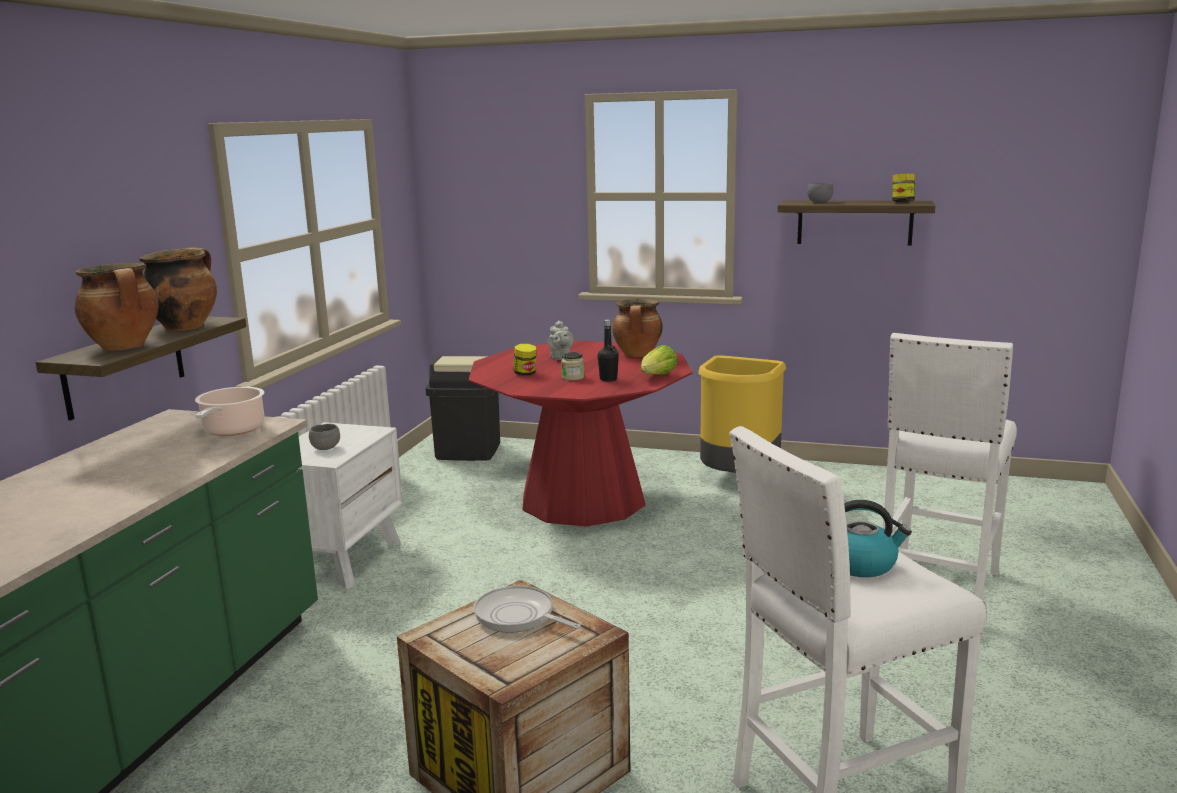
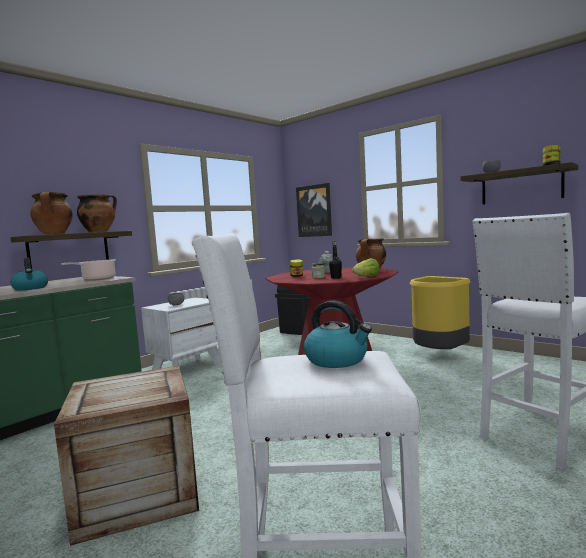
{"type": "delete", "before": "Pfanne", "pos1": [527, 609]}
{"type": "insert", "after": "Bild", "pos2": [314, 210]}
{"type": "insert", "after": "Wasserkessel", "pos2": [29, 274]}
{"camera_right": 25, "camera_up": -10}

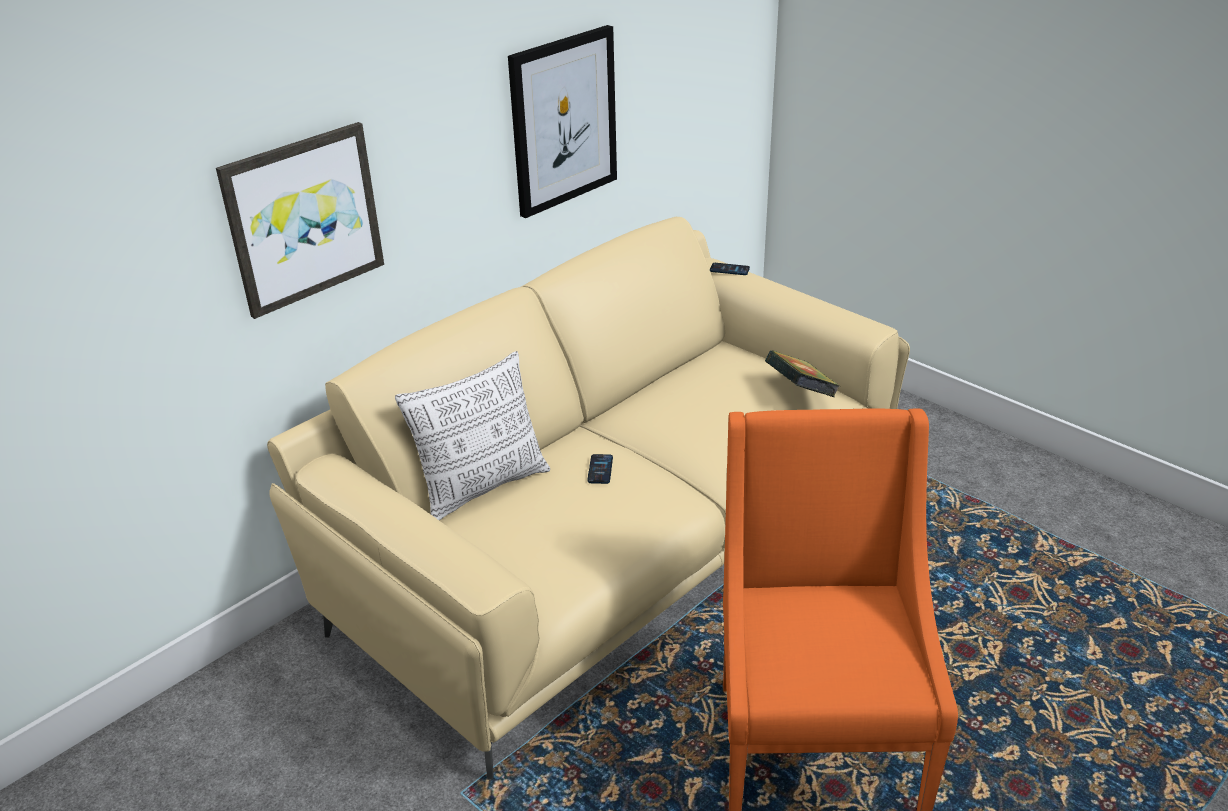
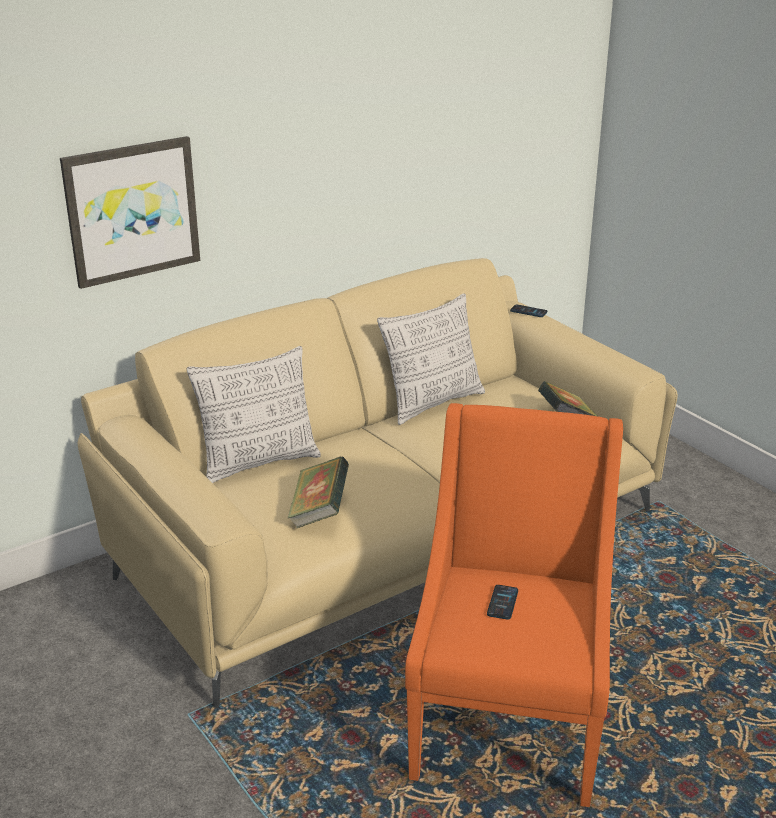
{"type": "delete", "before": "Bild", "pos1": [562, 121]}
{"type": "move", "before": "Handy", "pos1": [600, 469], "pos2": [502, 602]}
{"type": "insert", "after": "Kissen", "pos2": [431, 359]}
{"type": "insert", "after": "Buch", "pos2": [318, 492]}
{"camera_right": 10, "camera_up": -5}

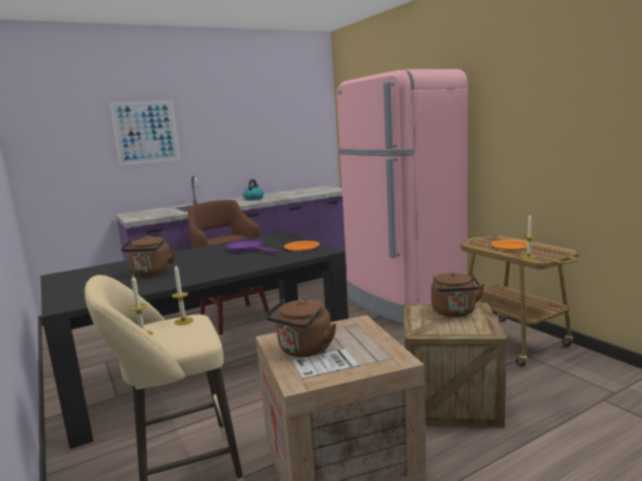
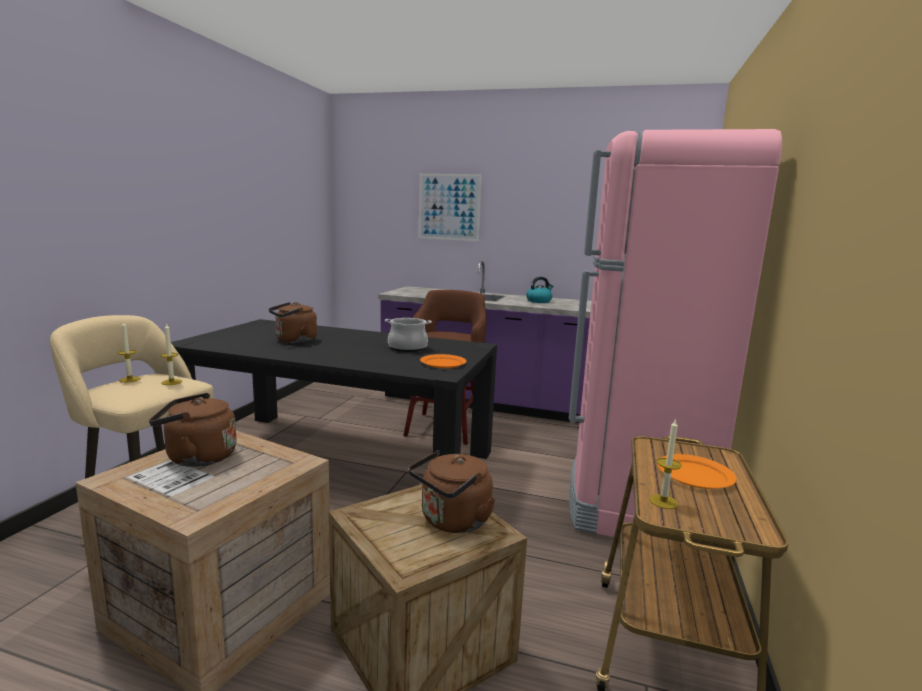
{"type": "replace", "before": "Pfanne (lila)", "after": "Kochtopf", "pos1": [252, 246], "pos2": [408, 335]}
{"camera_right": 45, "camera_up": 0}

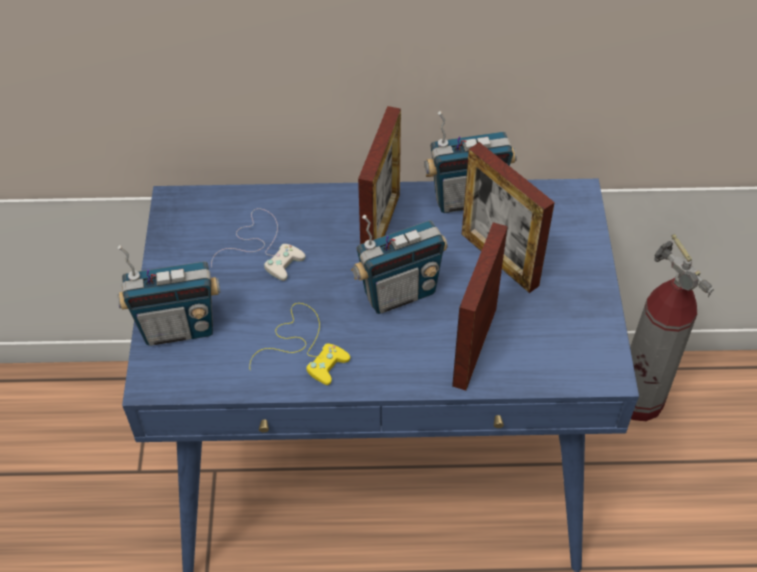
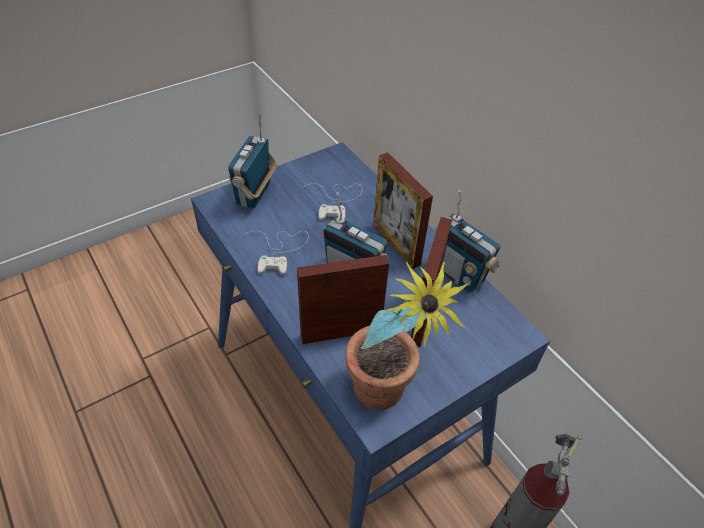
{"type": "rotate", "before": "Bilderrahmen", "pos1": [379, 175], "pos2": [403, 210], "turn": 75}
{"type": "rotate", "before": "Radio", "pos1": [168, 295], "pos2": [252, 161], "turn": 60}
{"type": "recolor", "before": "Gamepad (gelb)", "after": "Gamepad (weiß)", "pos1": [299, 344], "pos2": [277, 253]}
{"type": "insert", "after": "Topfpflanze", "pos2": [407, 336]}
{"camera_right": 55, "camera_up": -5}

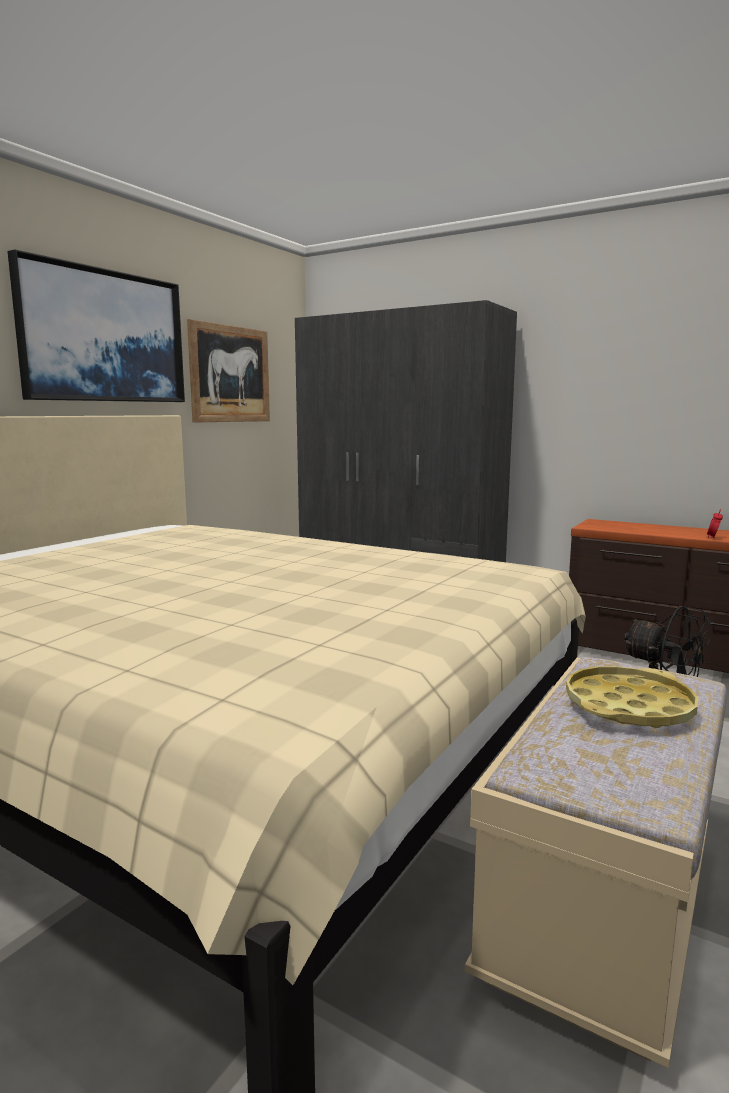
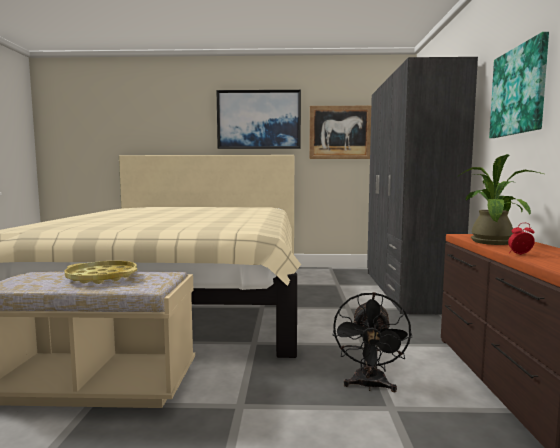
{"type": "insert", "after": "Bild", "pos2": [519, 85]}
{"type": "insert", "after": "Topfpflanze", "pos2": [500, 199]}
{"camera_right": 60, "camera_up": -5}

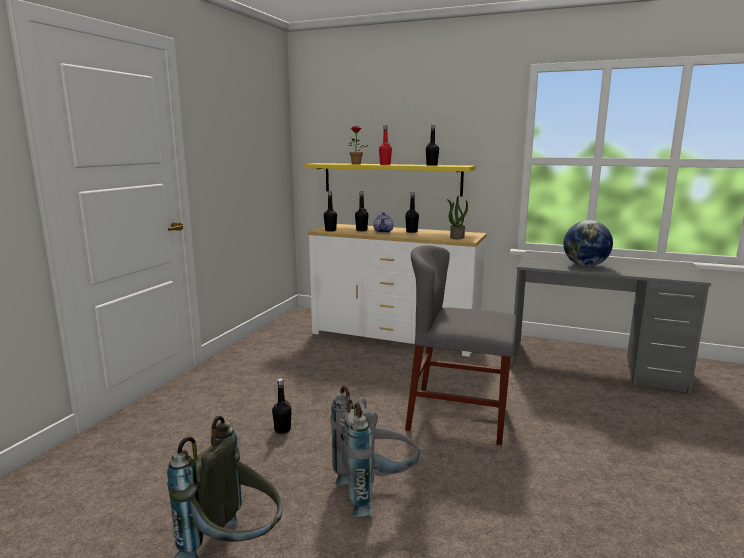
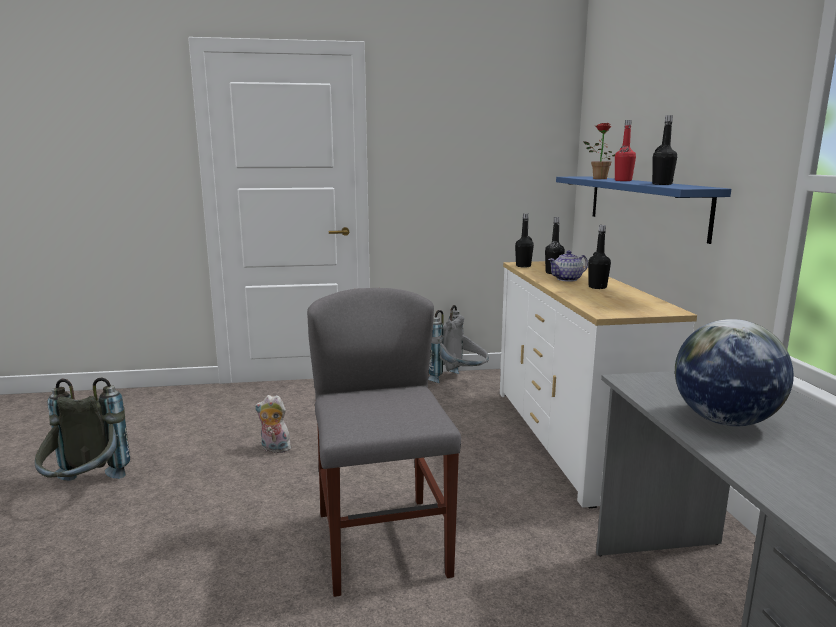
{"type": "recolor", "before": "Wandregal (gelb)", "after": "Wandregal (blau)", "pos1": [390, 180], "pos2": [643, 210]}
{"type": "delete", "before": "Topfpflanze", "pos1": [457, 217]}
{"type": "replace", "before": "Flasche (schwarz)", "after": "Plüschtier", "pos1": [282, 406], "pos2": [273, 424]}
{"type": "move", "before": "Rucksack (grau)", "pos1": [375, 451], "pos2": [458, 344]}
{"camera_right": 60, "camera_up": 0}

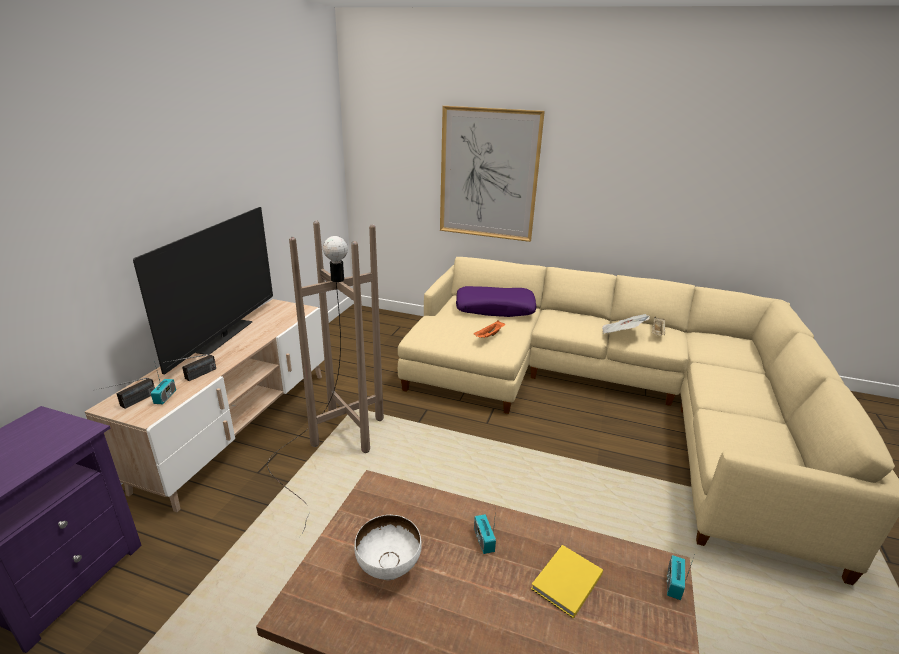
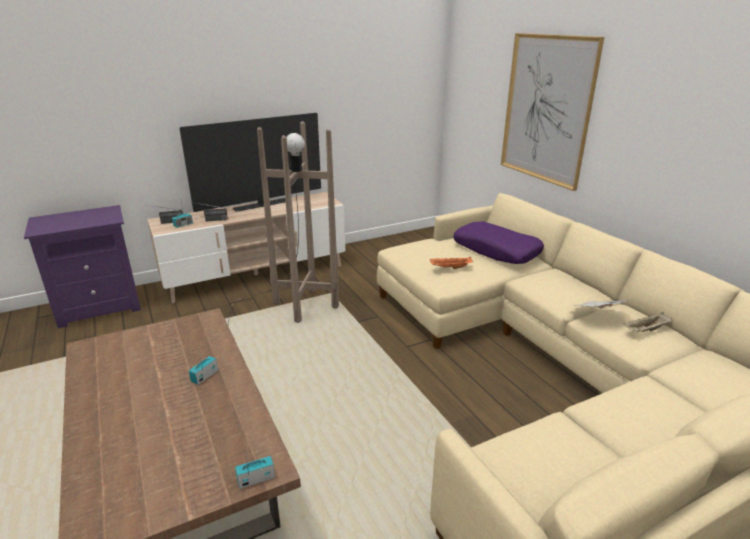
{"type": "delete", "before": "Schüssel (weiß)", "pos1": [388, 547]}
{"type": "delete", "before": "Buch (gelb)", "pos1": [567, 582]}
{"camera_right": 45, "camera_up": 0}

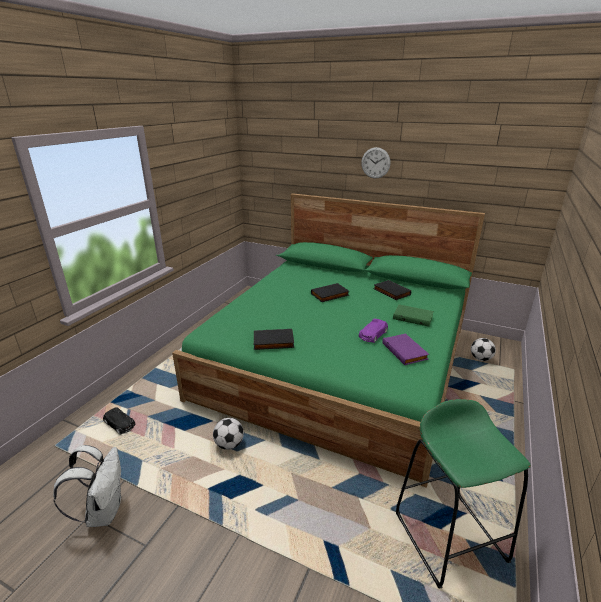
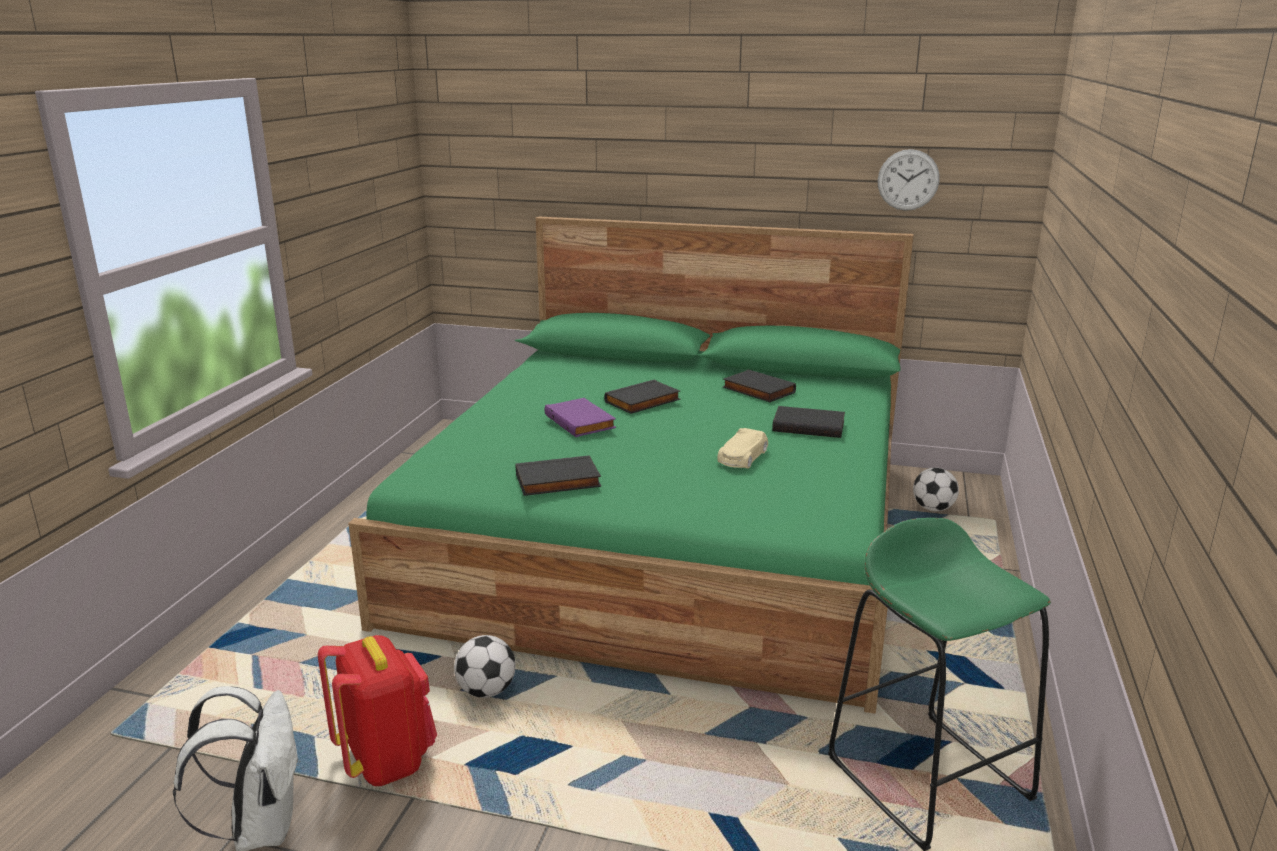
{"type": "move", "before": "Wanduhr", "pos1": [376, 162], "pos2": [909, 180]}
{"type": "recolor", "before": "Buch (grün)", "after": "Buch (schwarz)", "pos1": [413, 315], "pos2": [808, 422]}
{"type": "recolor", "before": "Spielzeugauto (lila)", "after": "Spielzeugauto (beige)", "pos1": [373, 331], "pos2": [742, 448]}
{"type": "move", "before": "Buch (lila)", "pos1": [405, 349], "pos2": [580, 417]}
{"type": "delete", "before": "Spielzeugauto (schwarz)", "pos1": [119, 420]}
{"type": "insert", "after": "Rucksack (rot)", "pos2": [377, 710]}
{"camera_right": -10, "camera_up": -5}

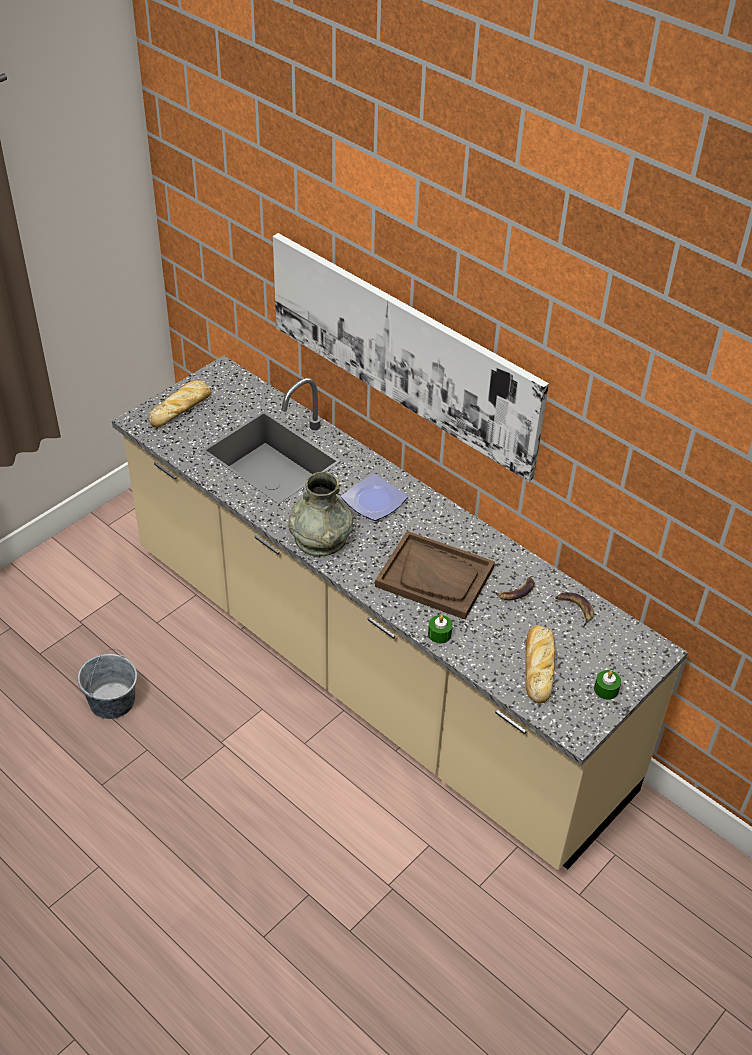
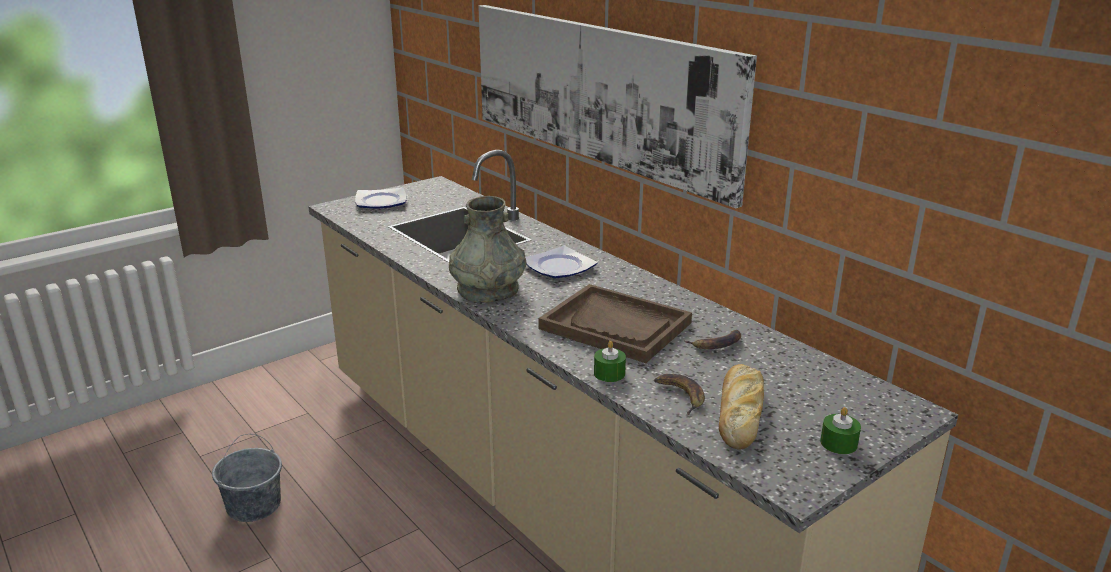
{"type": "replace", "before": "Brot", "after": "Teller", "pos1": [180, 404], "pos2": [381, 198]}
{"type": "move", "before": "Banane", "pos1": [574, 610], "pos2": [679, 394]}
{"camera_right": 10, "camera_up": -20}

